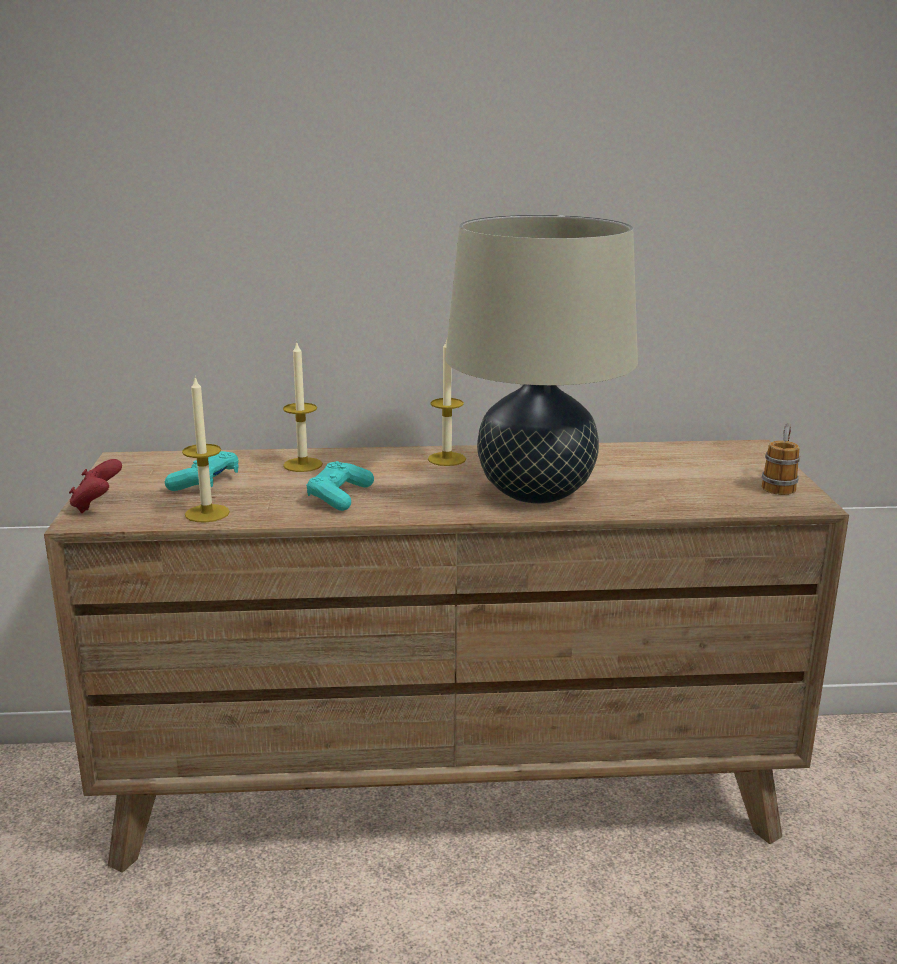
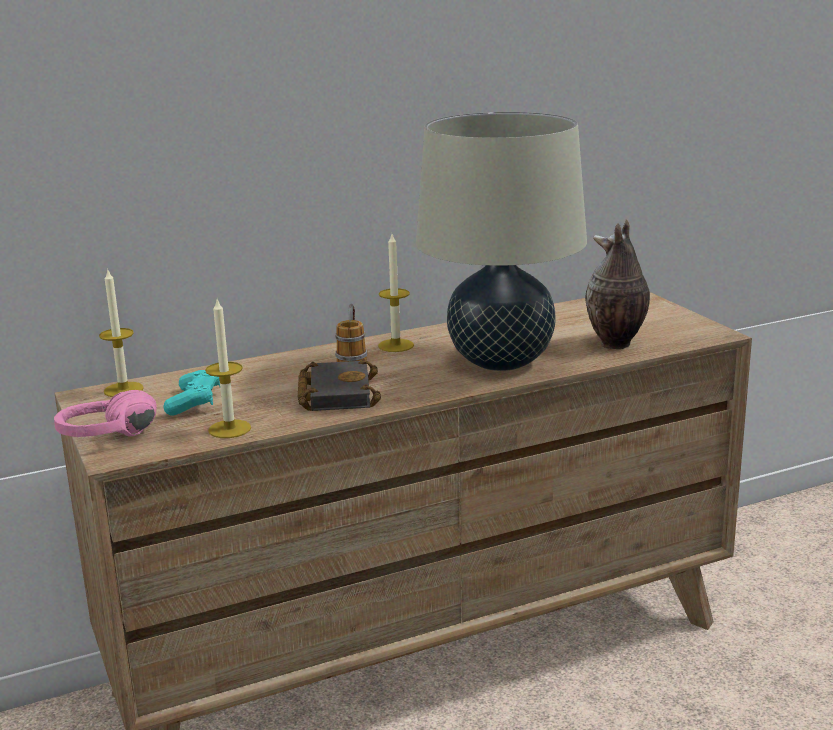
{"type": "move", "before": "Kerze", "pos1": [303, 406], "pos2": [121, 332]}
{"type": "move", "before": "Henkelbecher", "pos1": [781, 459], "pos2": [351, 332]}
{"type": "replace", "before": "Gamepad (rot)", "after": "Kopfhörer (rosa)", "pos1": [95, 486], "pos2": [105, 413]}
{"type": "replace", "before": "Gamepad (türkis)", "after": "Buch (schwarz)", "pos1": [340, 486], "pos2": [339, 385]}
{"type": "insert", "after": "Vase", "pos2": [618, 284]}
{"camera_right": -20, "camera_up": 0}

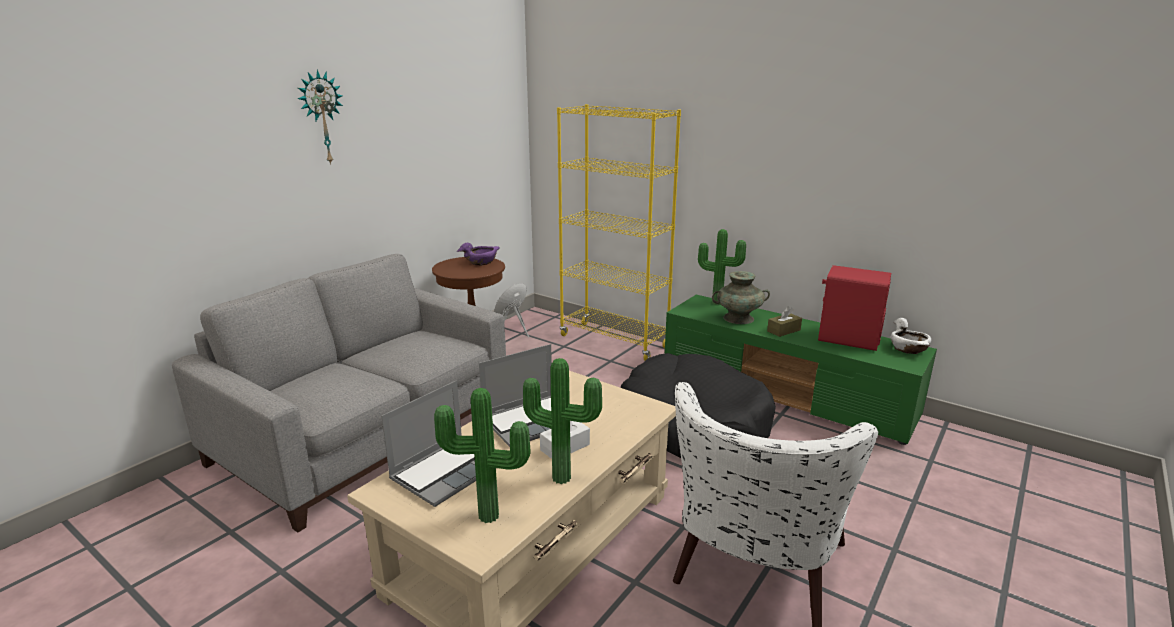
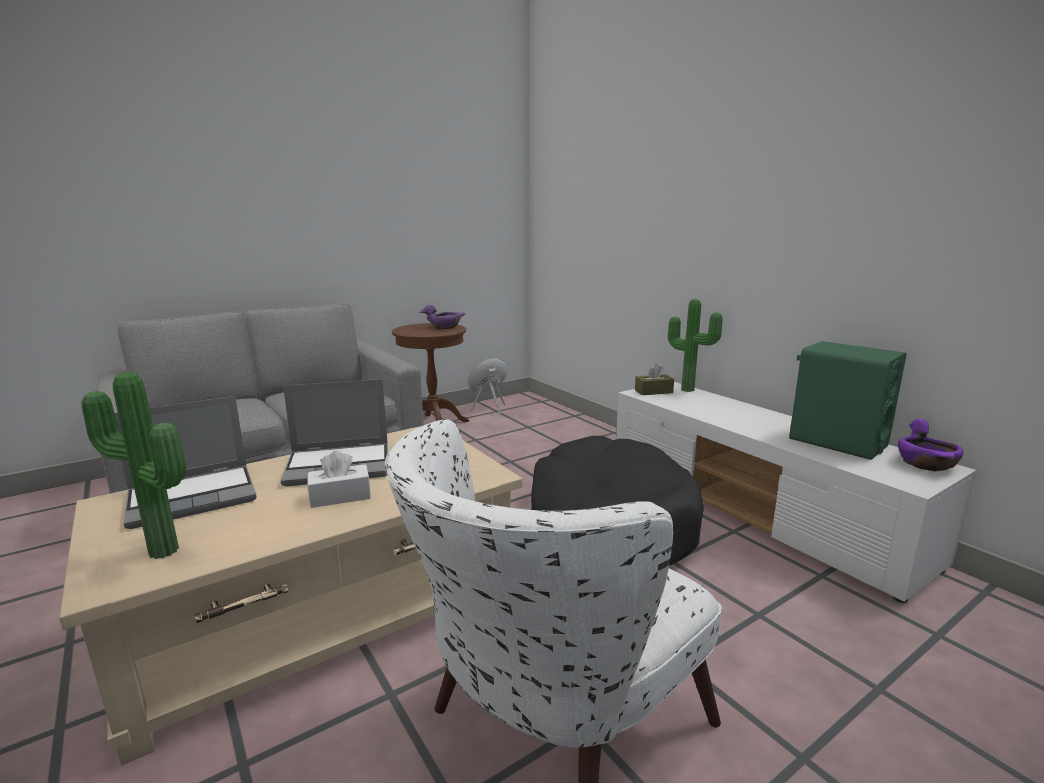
{"type": "delete", "before": "Wanduhr", "pos1": [320, 117]}
{"type": "delete", "before": "Bücherregal (gelb)", "pos1": [619, 232]}
{"type": "recolor", "before": "Lautsprecher (rot)", "after": "Lautsprecher (grün)", "pos1": [854, 308], "pos2": [847, 400]}
{"type": "delete", "before": "Vase (türkis)", "pos1": [741, 297]}
{"type": "recolor", "before": "Fernsehschrank (grün)", "after": "Fernsehschrank (weiß)", "pos1": [801, 370], "pos2": [796, 492]}
{"type": "move", "before": "Taschentuchbox (braun)", "pos1": [784, 322], "pos2": [654, 379]}
{"type": "recolor", "before": "Schüssel (weiß)", "after": "Schüssel (lila)", "pos1": [911, 336], "pos2": [931, 445]}
{"type": "delete", "before": "Topfpflanze", "pos1": [562, 421]}
{"camera_right": 20, "camera_up": -5}

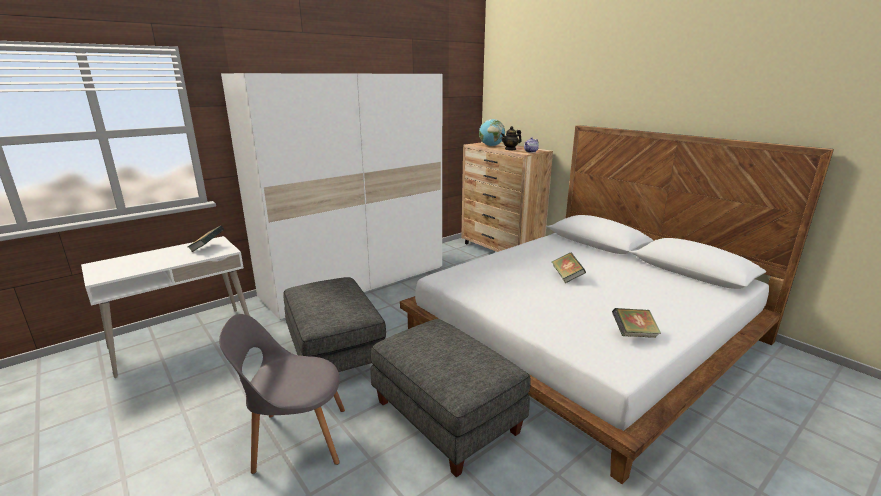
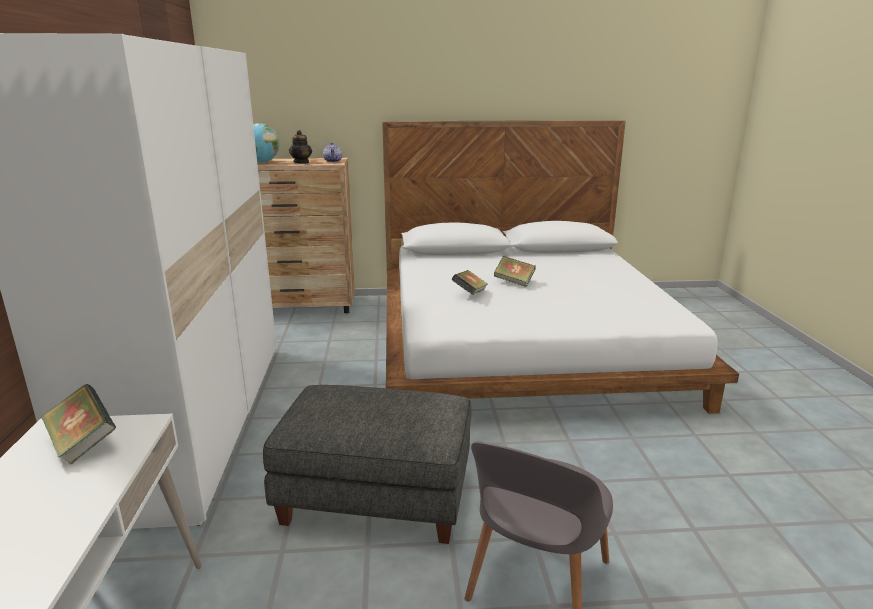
{"type": "move", "before": "Buch", "pos1": [636, 323], "pos2": [469, 282]}
{"type": "delete", "before": "Polsterhocker (grau)", "pos1": [450, 398]}
{"camera_right": -55, "camera_up": 0}

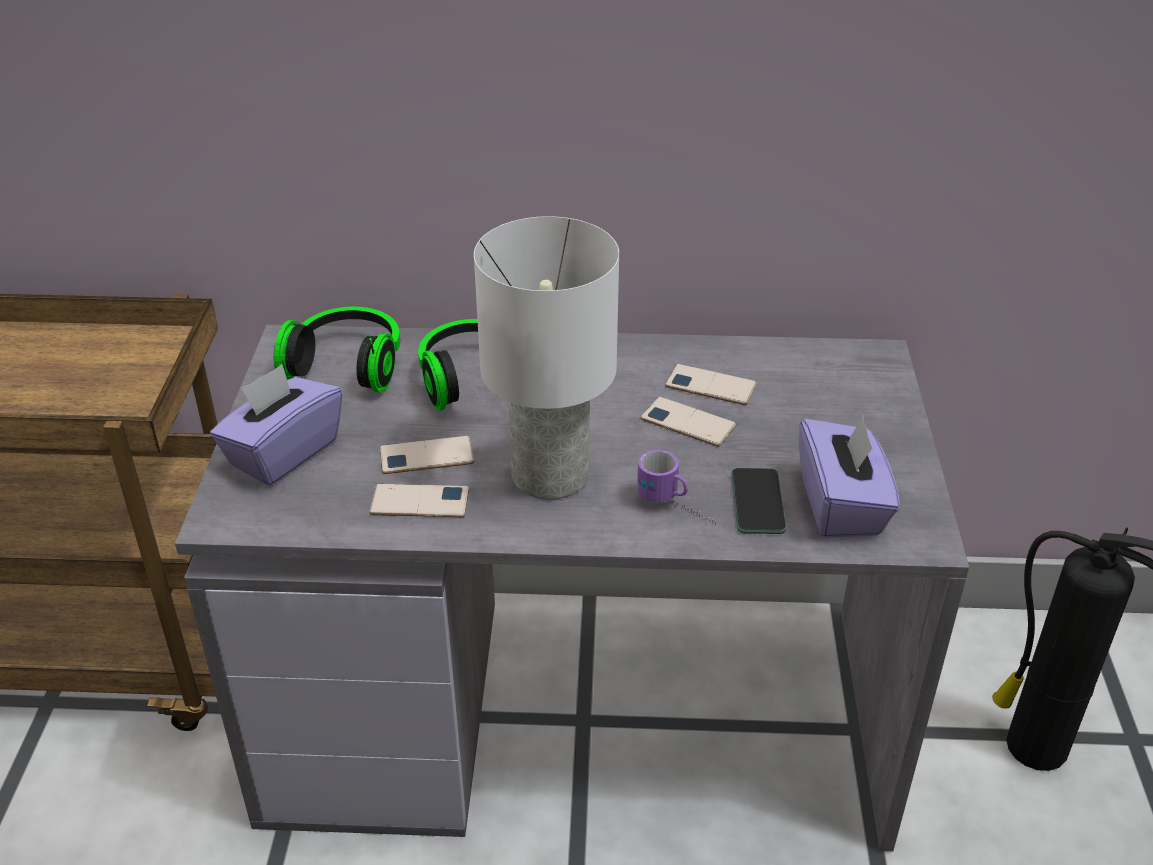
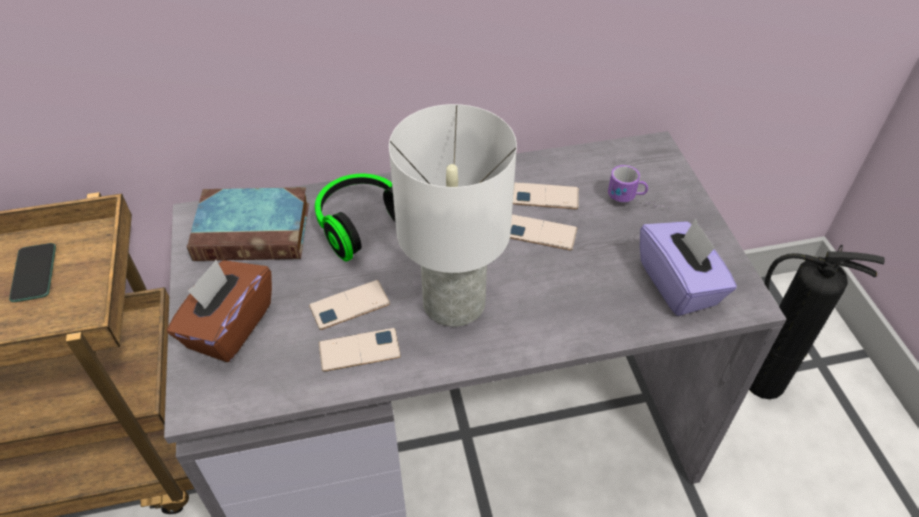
{"type": "replace", "before": "Kopfhörer", "after": "Buch", "pos1": [337, 350], "pos2": [248, 224]}
{"type": "recolor", "before": "Taschentuchbox (lila)", "after": "Taschentuchbox (braun)", "pos1": [276, 425], "pos2": [219, 311]}
{"type": "move", "before": "Henkelbecher", "pos1": [676, 487], "pos2": [638, 187]}
{"type": "move", "before": "Handy", "pos1": [758, 501], "pos2": [32, 272]}
{"camera_right": -15, "camera_up": 10}

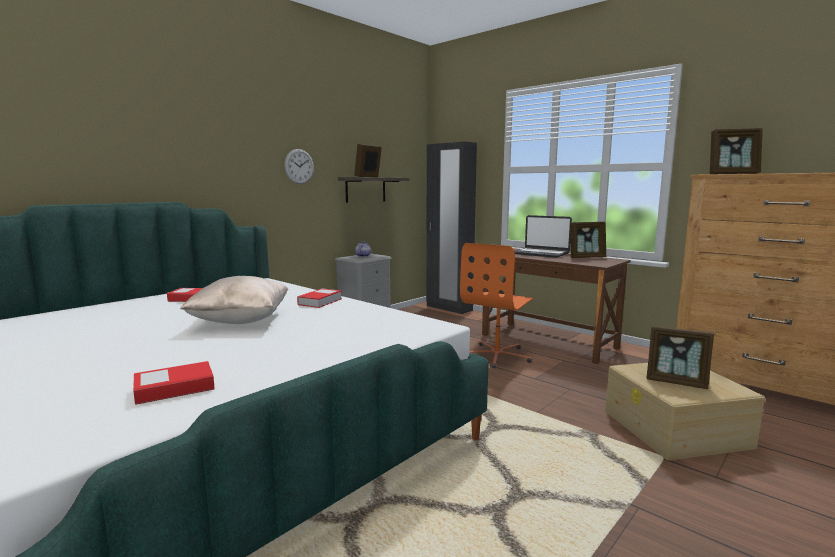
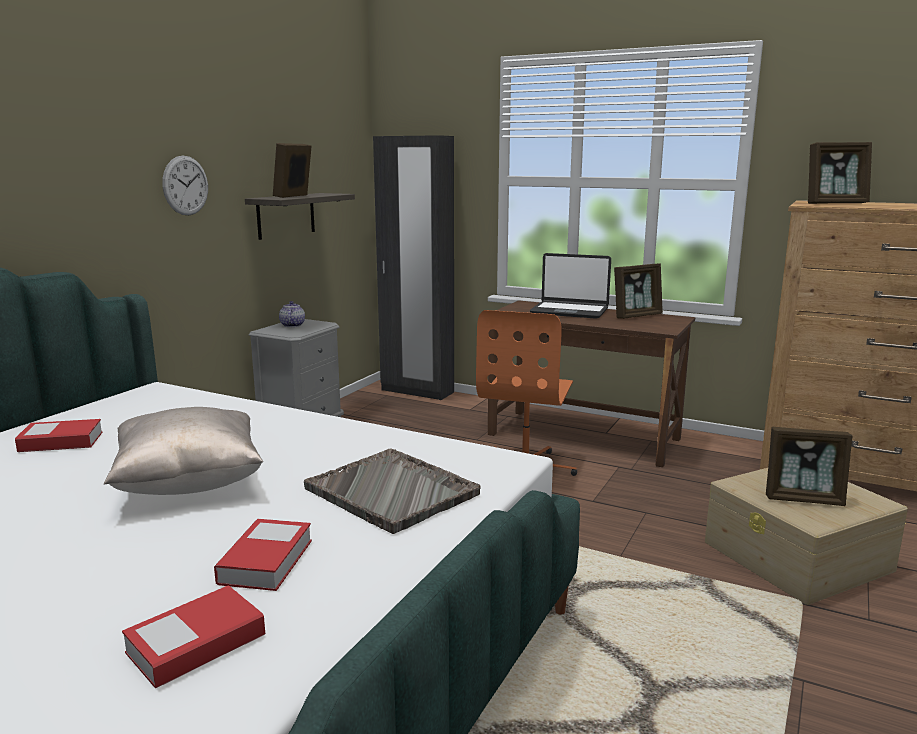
{"type": "move", "before": "Buch", "pos1": [319, 298], "pos2": [263, 555]}
{"type": "insert", "after": "Tablett (grau)", "pos2": [392, 491]}
{"camera_right": -15, "camera_up": 5}

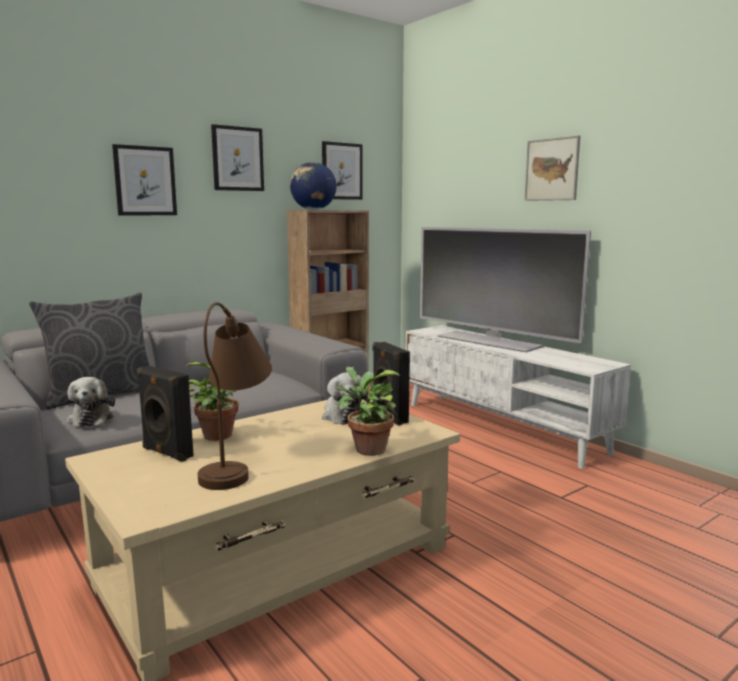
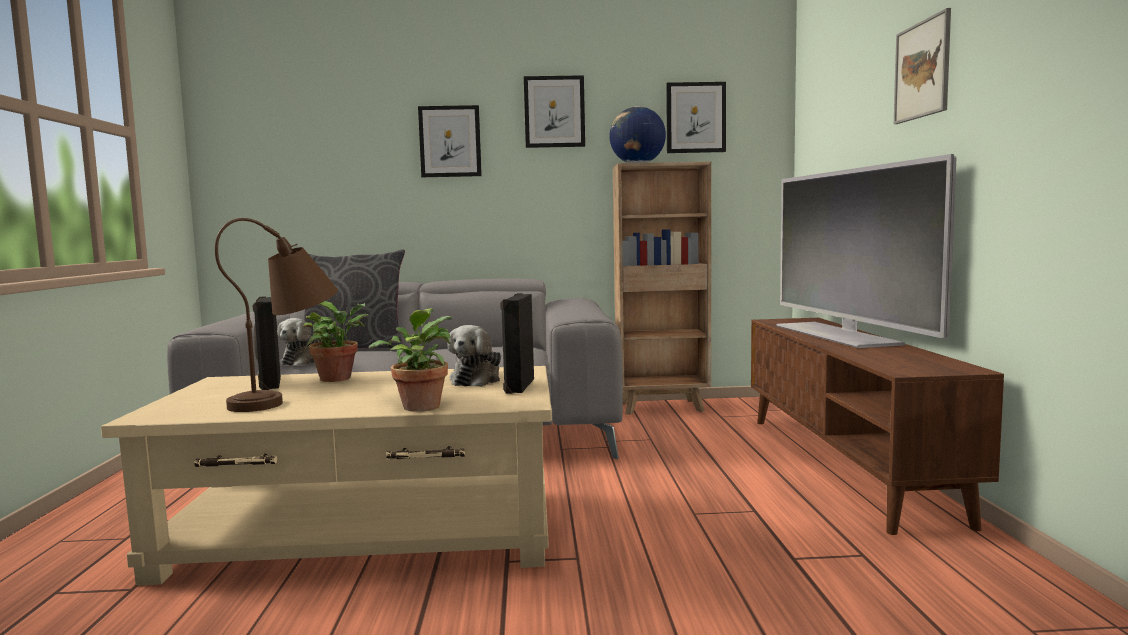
{"type": "recolor", "before": "Fernsehschrank (weiß)", "after": "Fernsehschrank (braun)", "pos1": [518, 397], "pos2": [877, 426]}
{"camera_right": 35, "camera_up": -5}

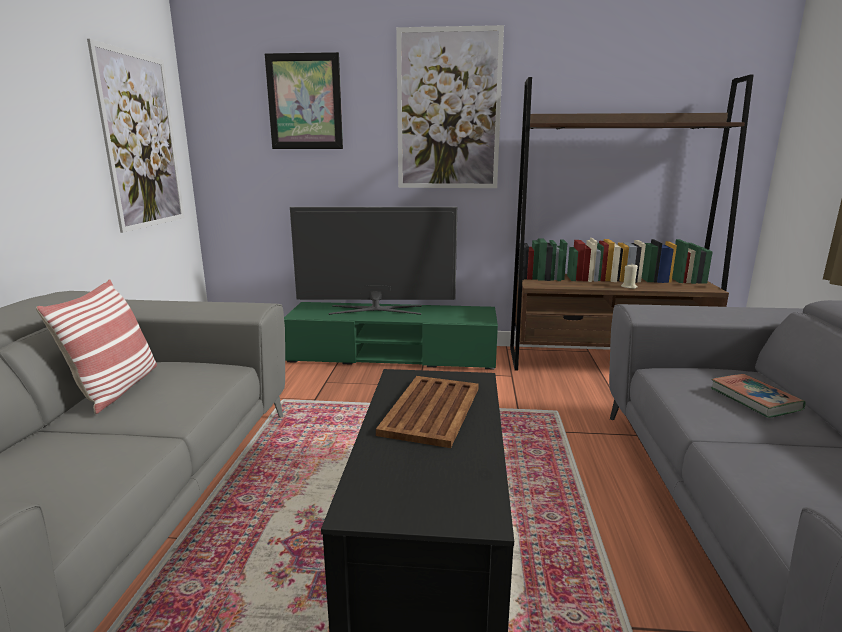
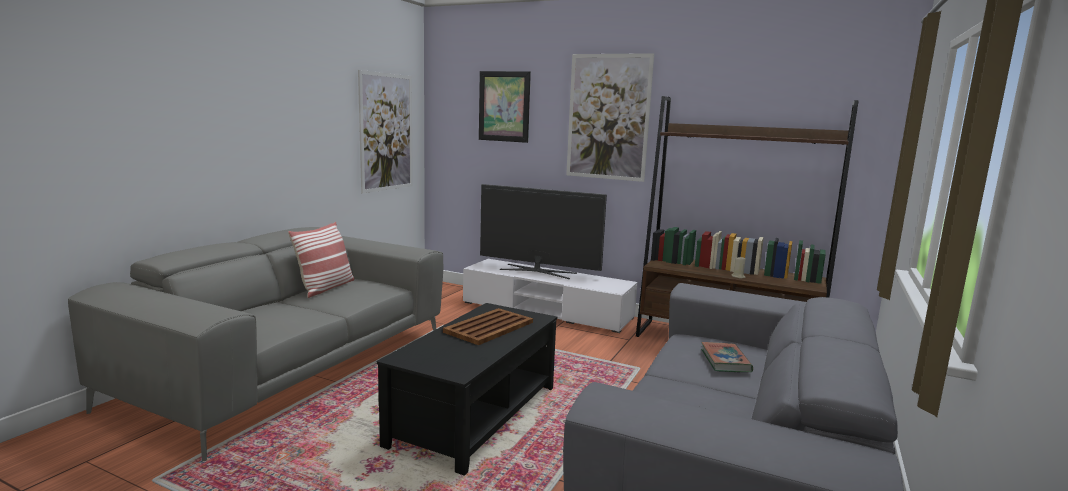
{"type": "recolor", "before": "Fernsehschrank (grün)", "after": "Fernsehschrank (weiß)", "pos1": [391, 336], "pos2": [550, 296]}
{"camera_right": 20, "camera_up": -5}

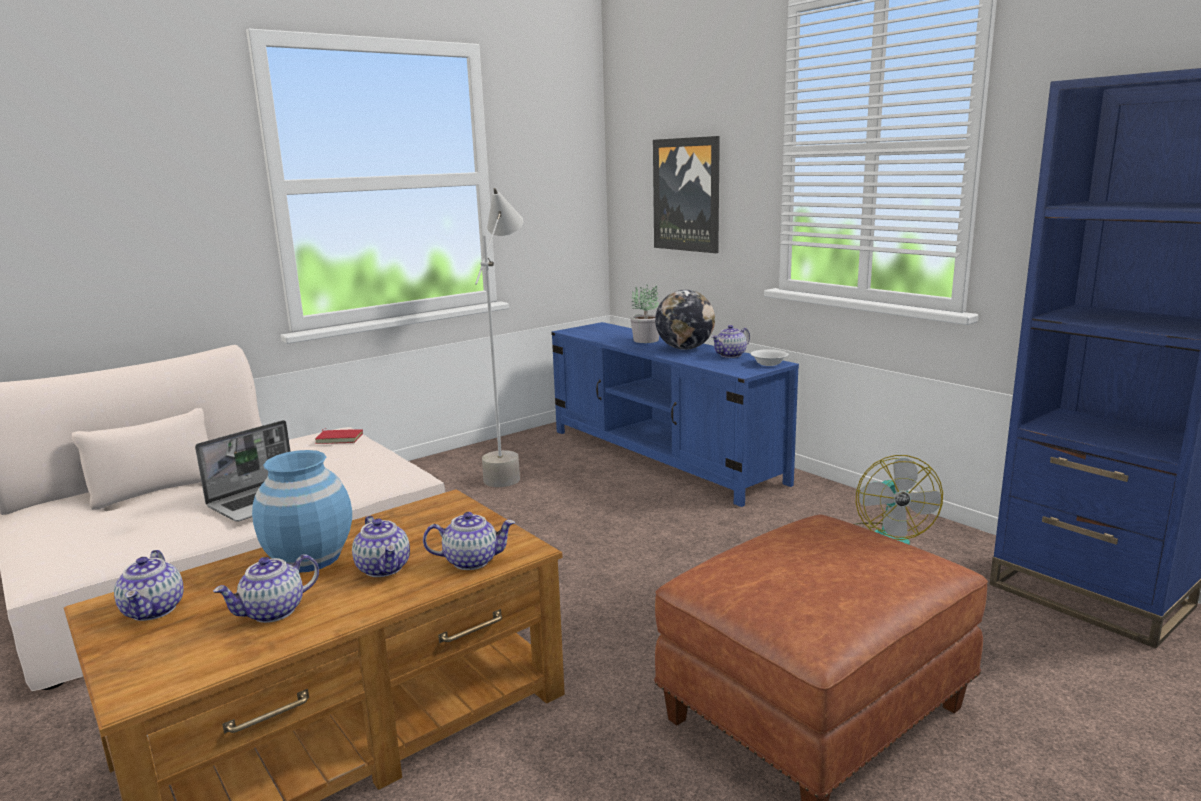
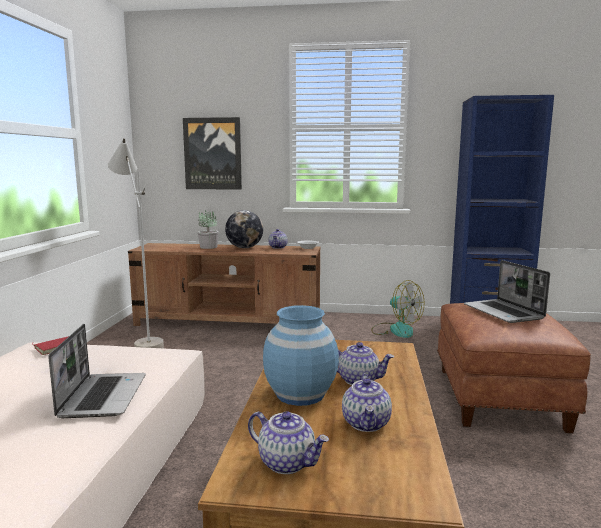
{"type": "recolor", "before": "Fernsehschrank (blau)", "after": "Fernsehschrank (braun)", "pos1": [675, 414], "pos2": [224, 284]}
{"type": "delete", "before": "Teekanne", "pos1": [469, 541]}
{"type": "insert", "after": "Laptop", "pos2": [507, 291]}
{"camera_right": -45, "camera_up": -5}

